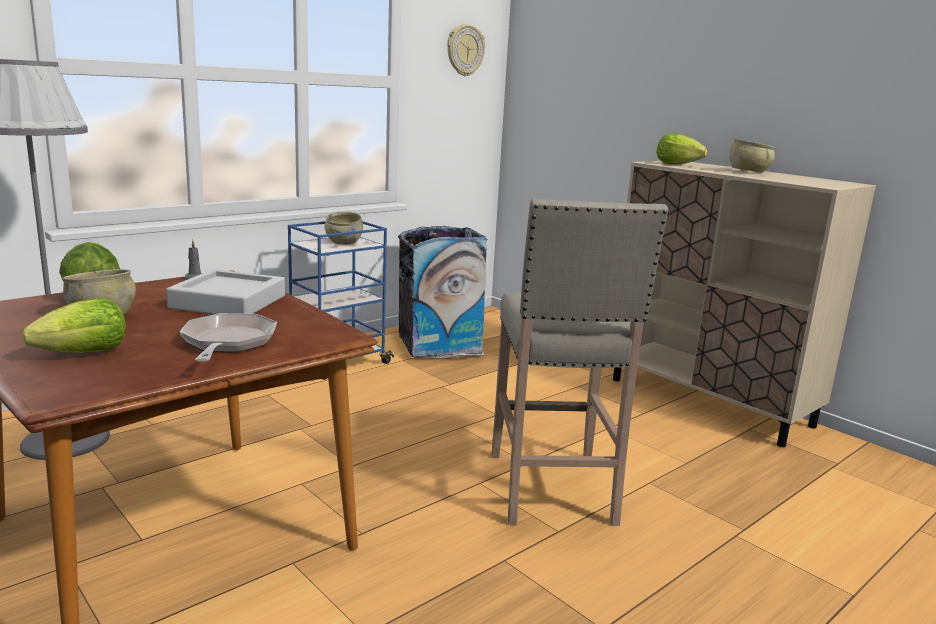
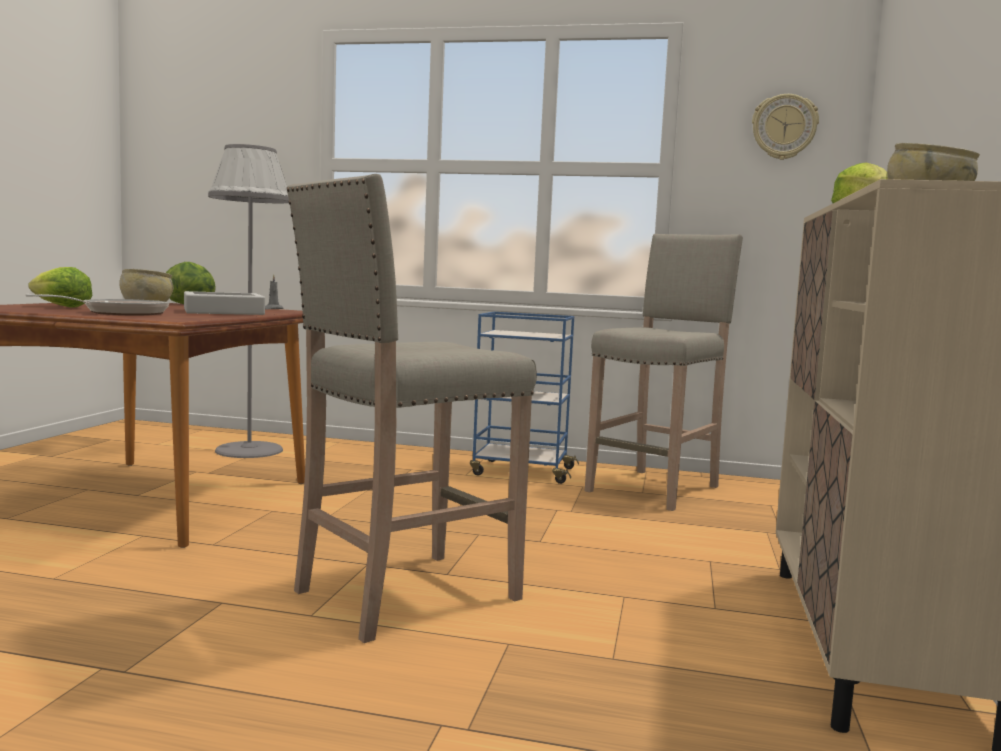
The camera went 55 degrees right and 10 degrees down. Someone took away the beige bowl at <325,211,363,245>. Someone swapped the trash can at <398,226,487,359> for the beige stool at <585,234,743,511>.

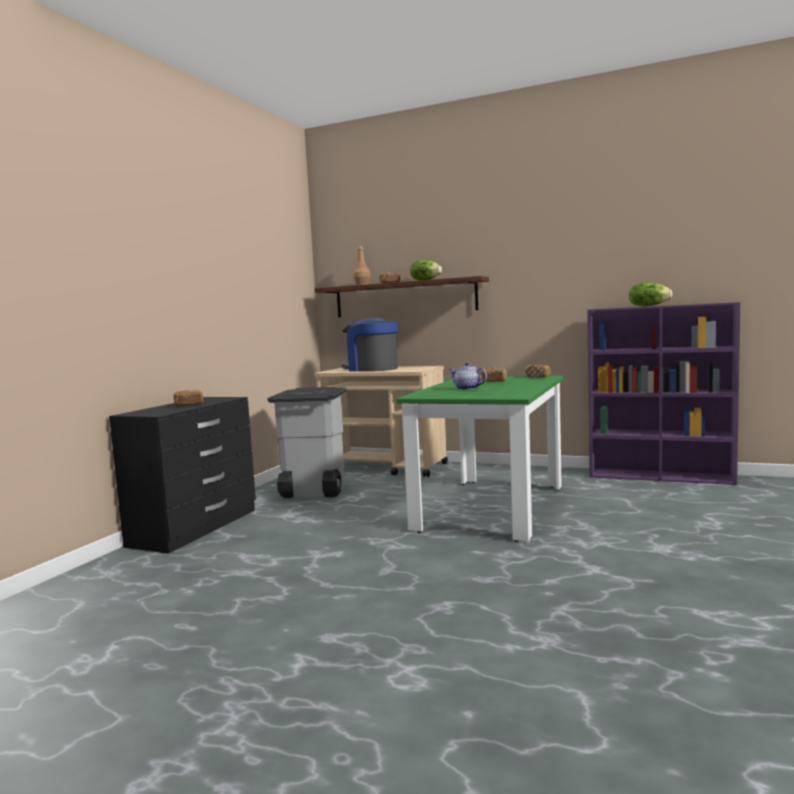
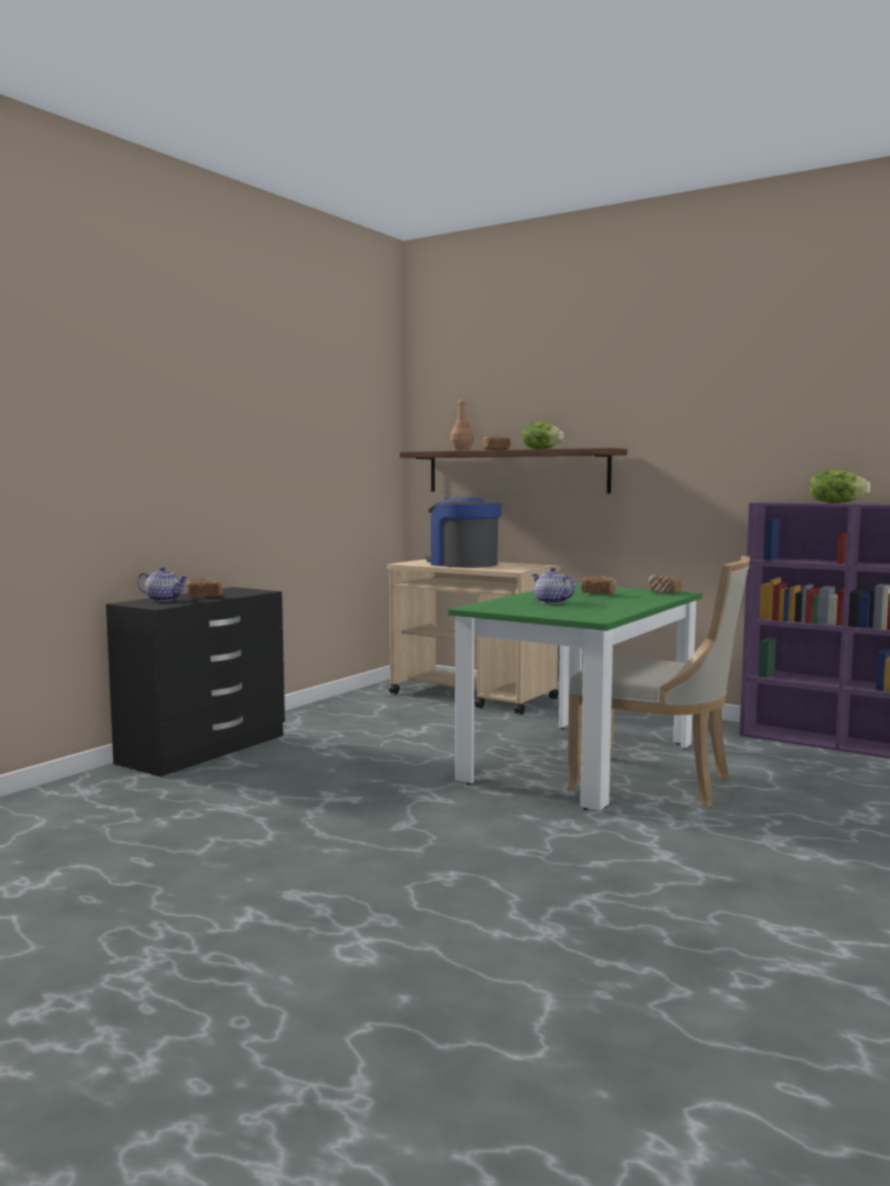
The camera went 10 degrees right and 0 degrees up. Someone took away the grey trash can at <268,387,346,498>. Someone put down the beige chair at <566,556,750,807>. Someone put down the teapot at <137,567,188,602>.

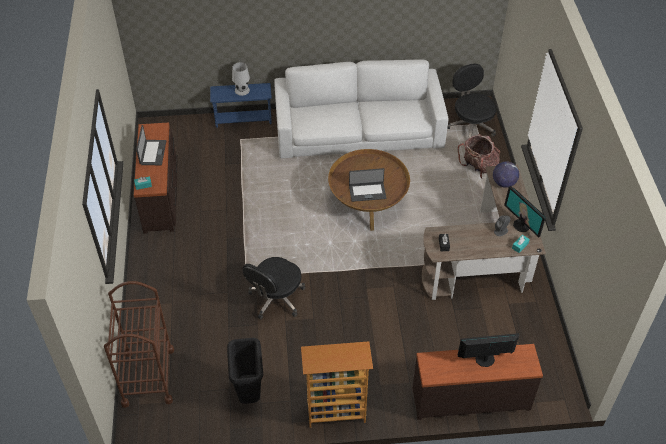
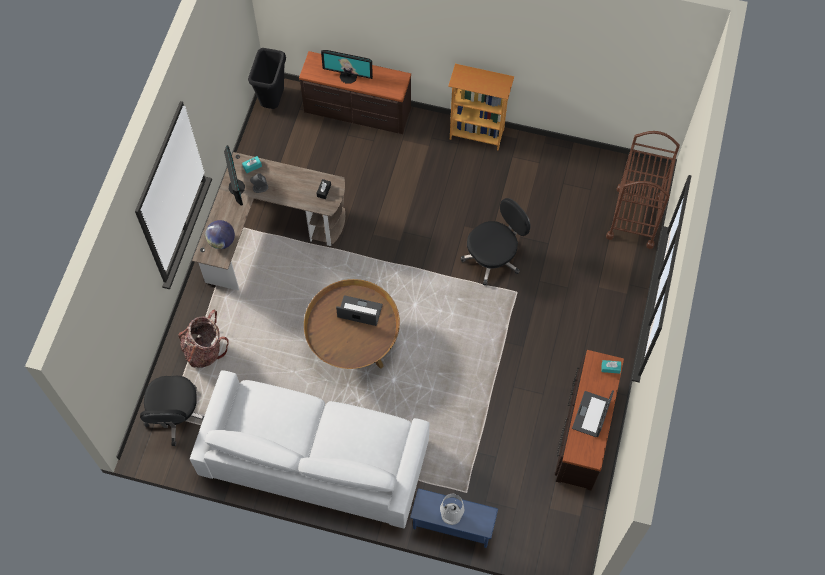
The camera went 160 degrees left and 15 degrees up. Someone carried the black trash can from <227,338,263,404> to <248,48,286,109>.

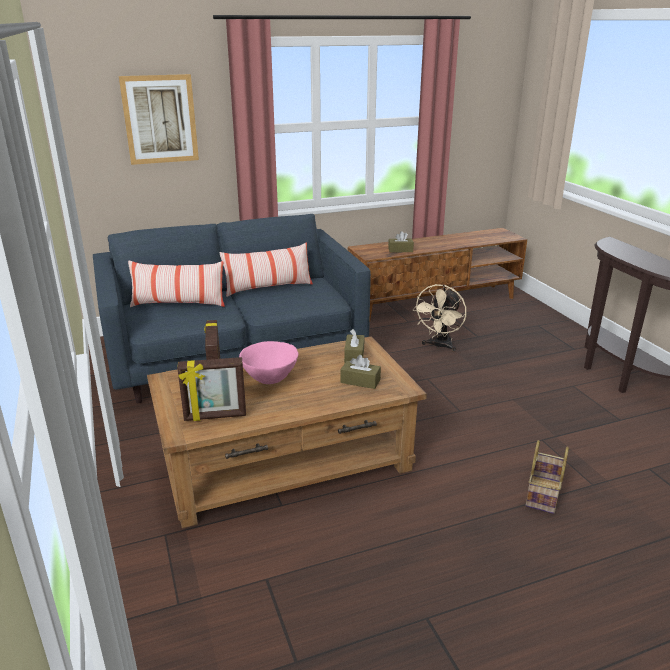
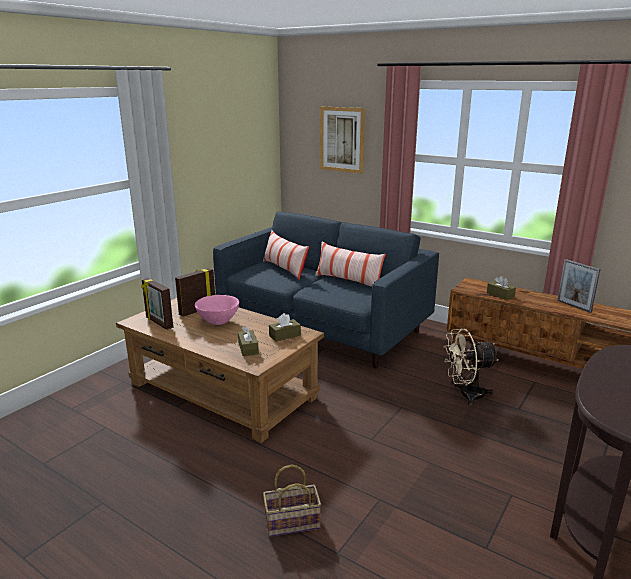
The camera went 55 degrees right and 5 degrees down. Someone put down the picture frame at <557,259,601,313>.

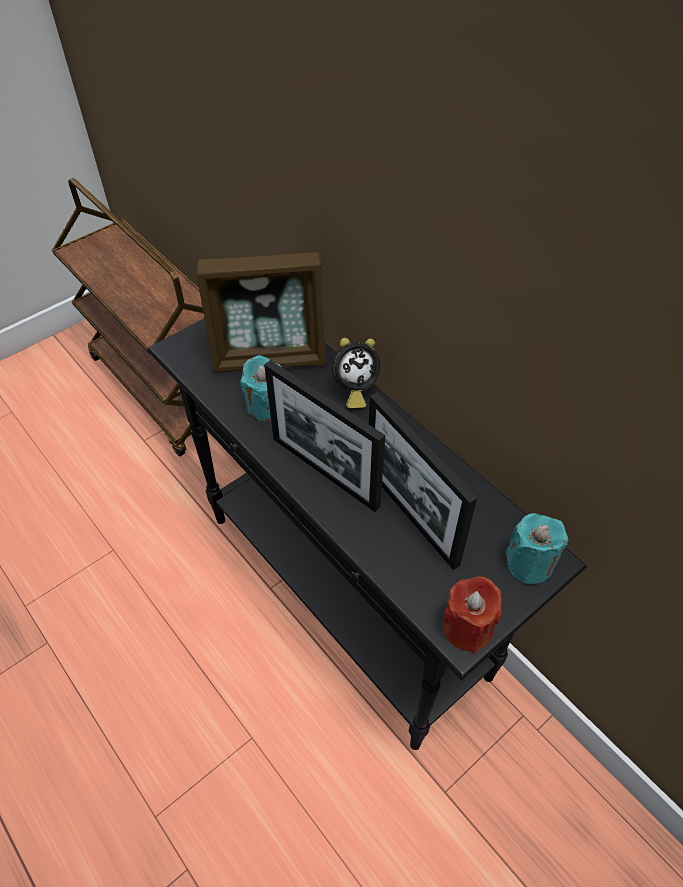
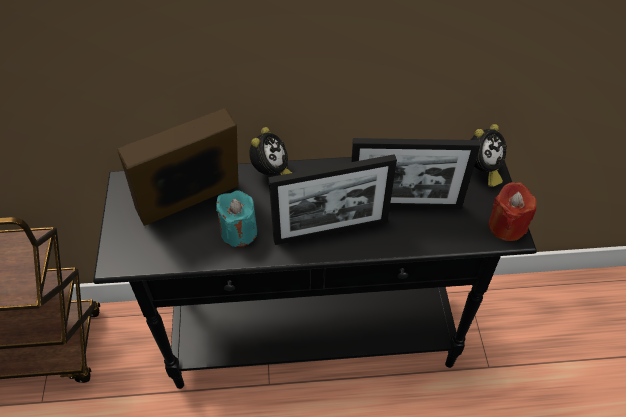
The camera went 55 degrees left and 0 degrees up. Someone rotated the picture frame at <196,252,326,373> by 150 degrees counterclockwise. Someone swapped the turquoise candle at <505,513,568,584> for the alarm clock at <471,124,507,187>.

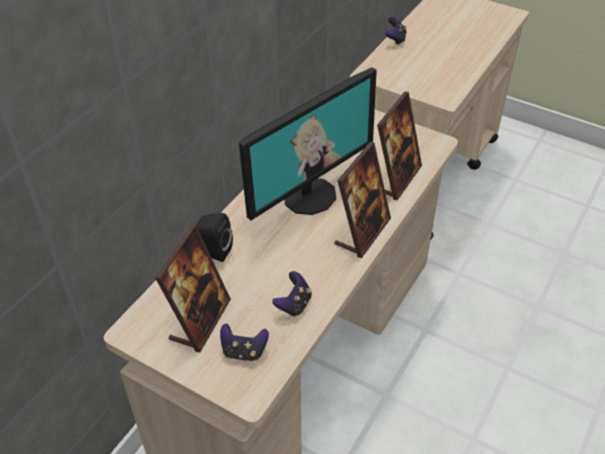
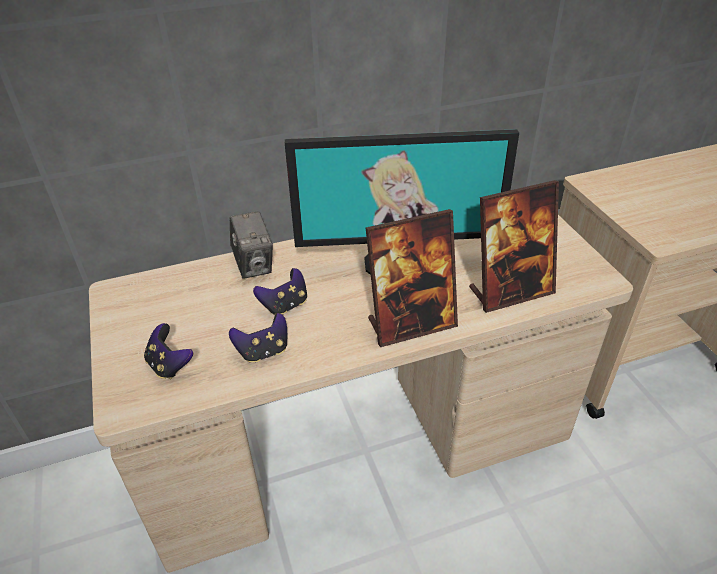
The camera went 40 degrees right and 5 degrees down. Someone carried the game controller from <385,17,407,45> to <253,268,307,316>. Someone swapped the black speaker at <196,213,233,262> for the photo camera at <230,211,273,279>. Someone took away the picture frame at <155,225,231,352>.

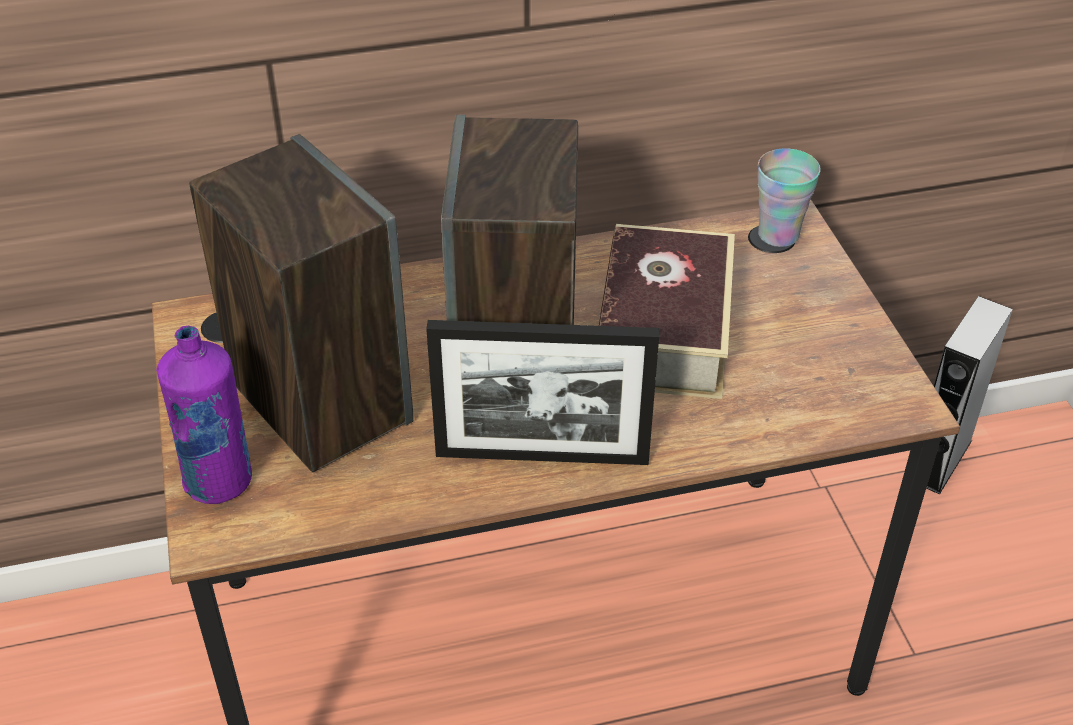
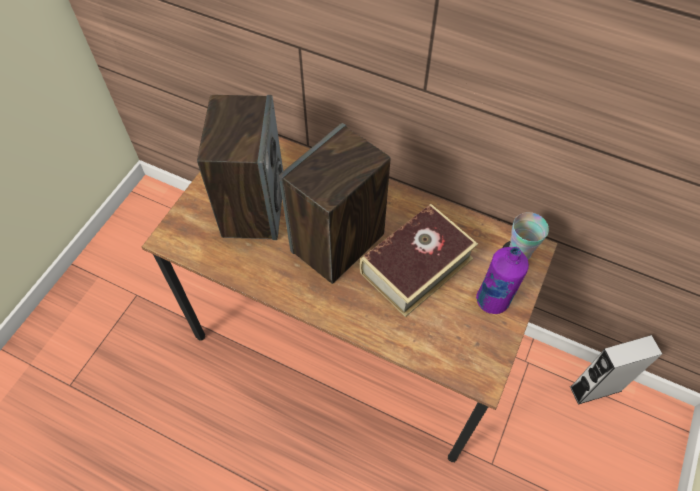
The camera went 40 degrees right and 15 degrees up. Someone took away the picture frame at <426,320,659,465>. Someone carried the purple bottle from <156,326,252,504> to <476,247,529,314>.

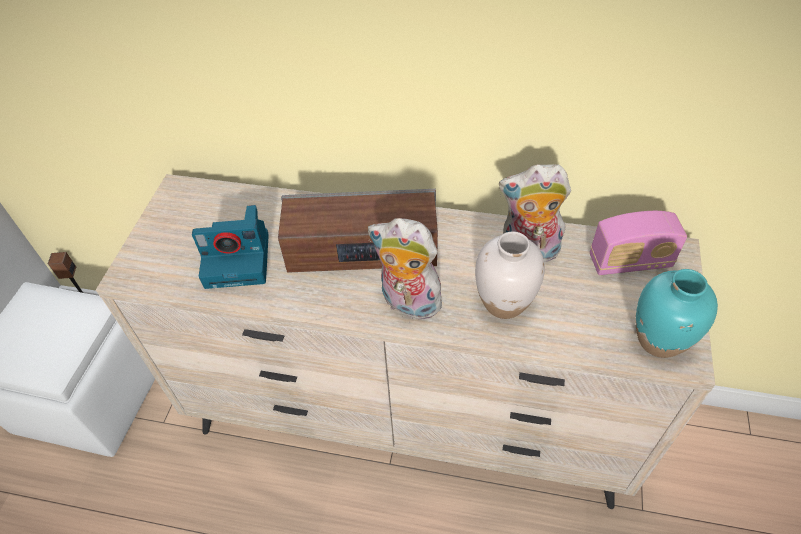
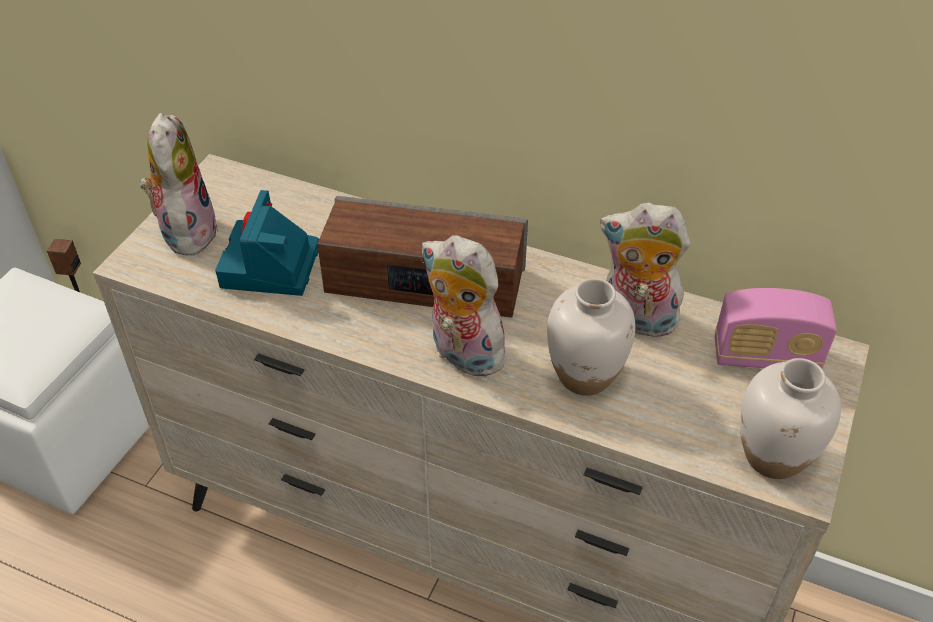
The camera went 10 degrees right and 5 degrees down. Someone rotated the photo camera at <192,205,269,289> by 90 degrees clockwise. Someone repainted the turquoise vase at <636,269,718,358>, which became the white vase at <740,358,841,479>. Someone put down the plush toy at <140,112,218,256>.

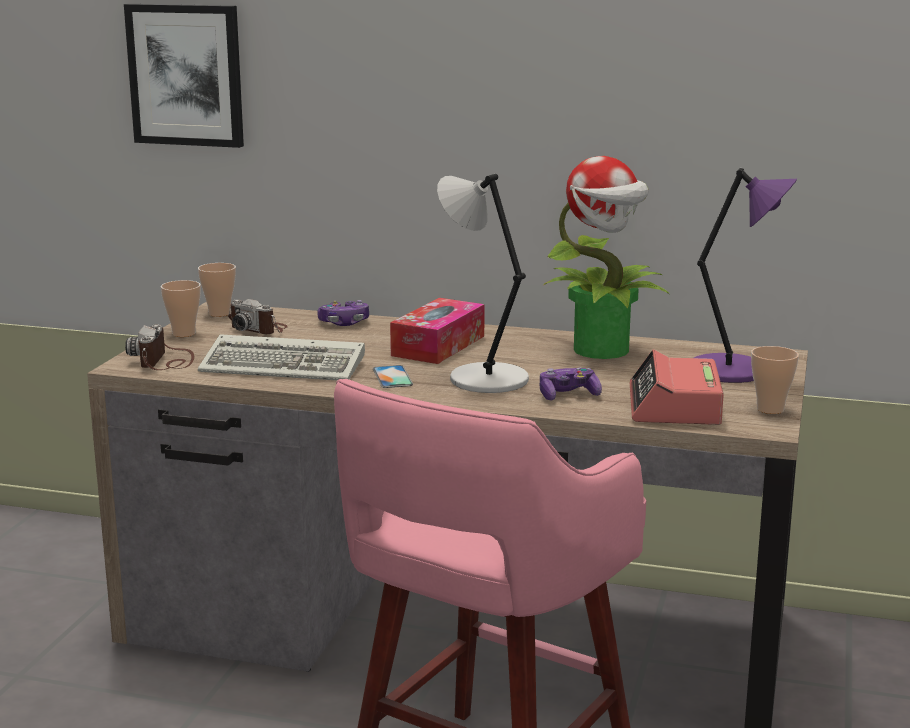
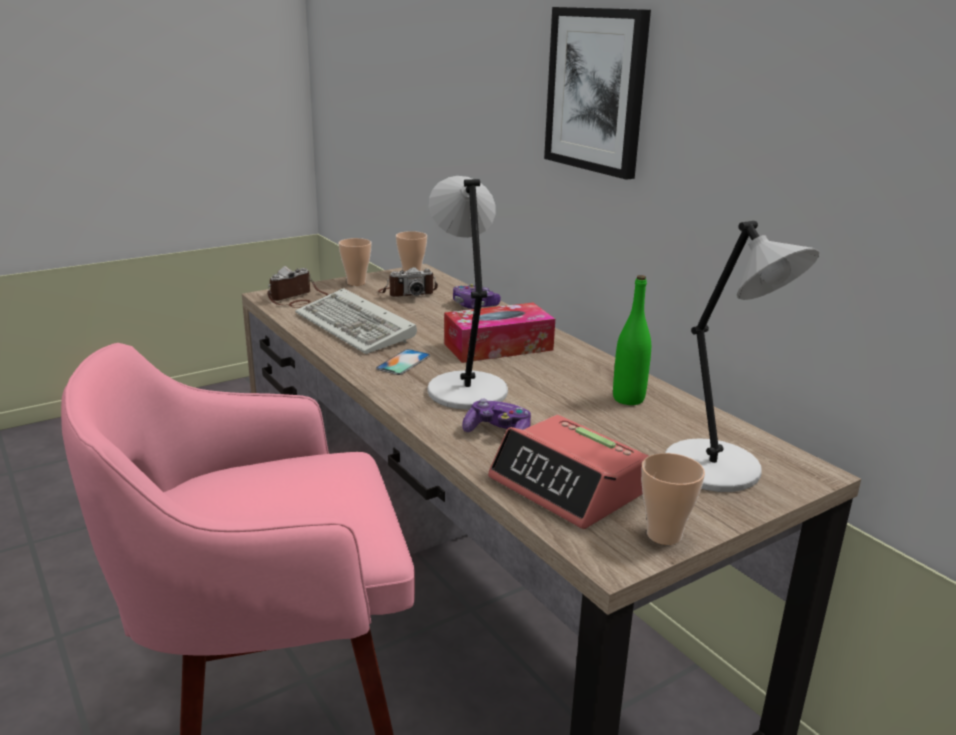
The camera went 40 degrees right and 5 degrees up. Someone carried the picture from <124,4,244,148> to <544,7,651,180>. Someone swapped the potted plant at <544,156,669,359> for the green bottle at <613,275,651,405>. Someone repainted the purple table lamp at <694,168,797,383>, which became the grey table lamp at <665,221,820,492>. Someone rotated the photo camera at <228,299,288,334> by 90 degrees counterclockwise. Someone rotated the alarm clock at <630,349,724,425> by 90 degrees counterclockwise.

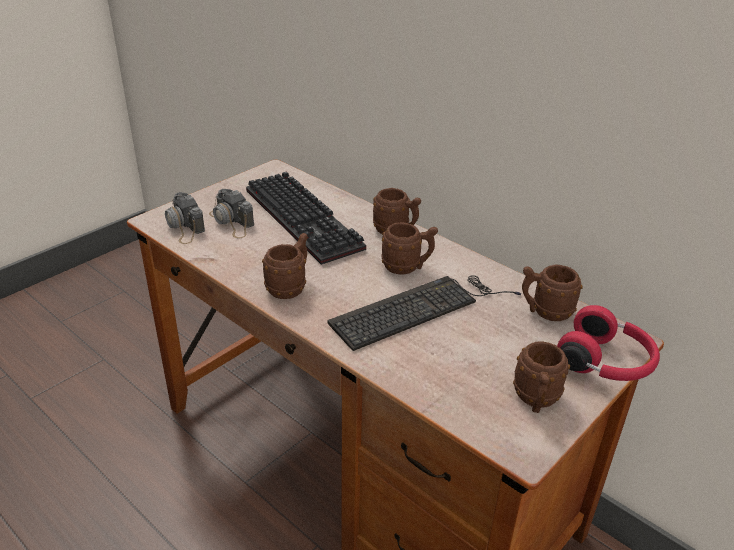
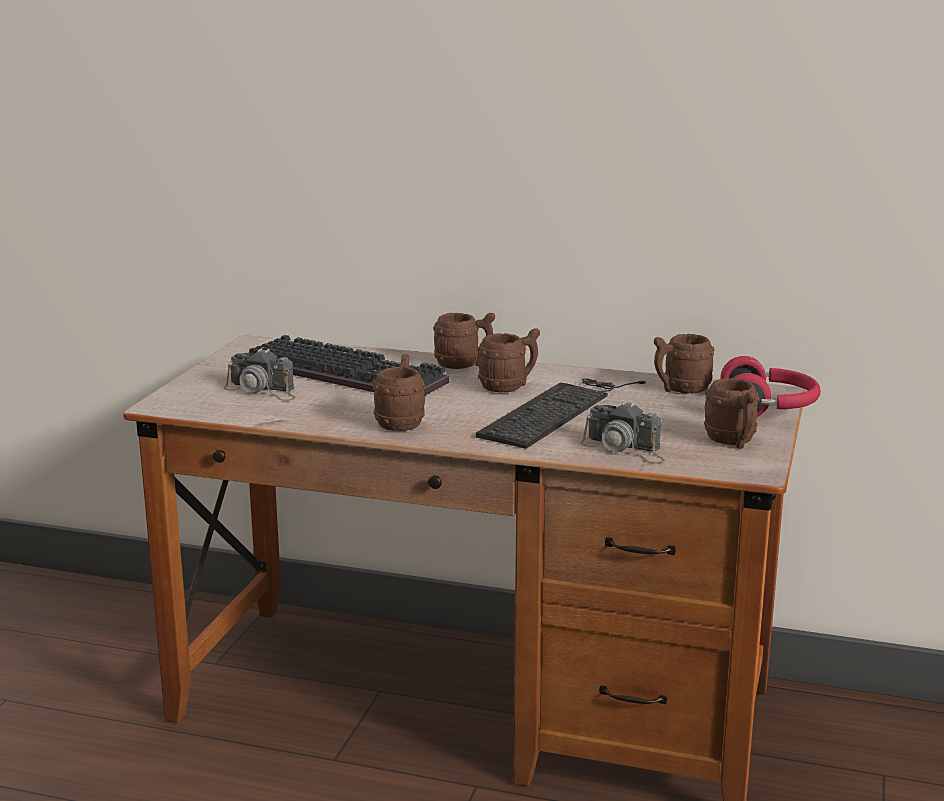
The camera went 25 degrees left and 15 degrees down. Someone carried the photo camera from <165,192,205,244> to <580,401,665,464>.

